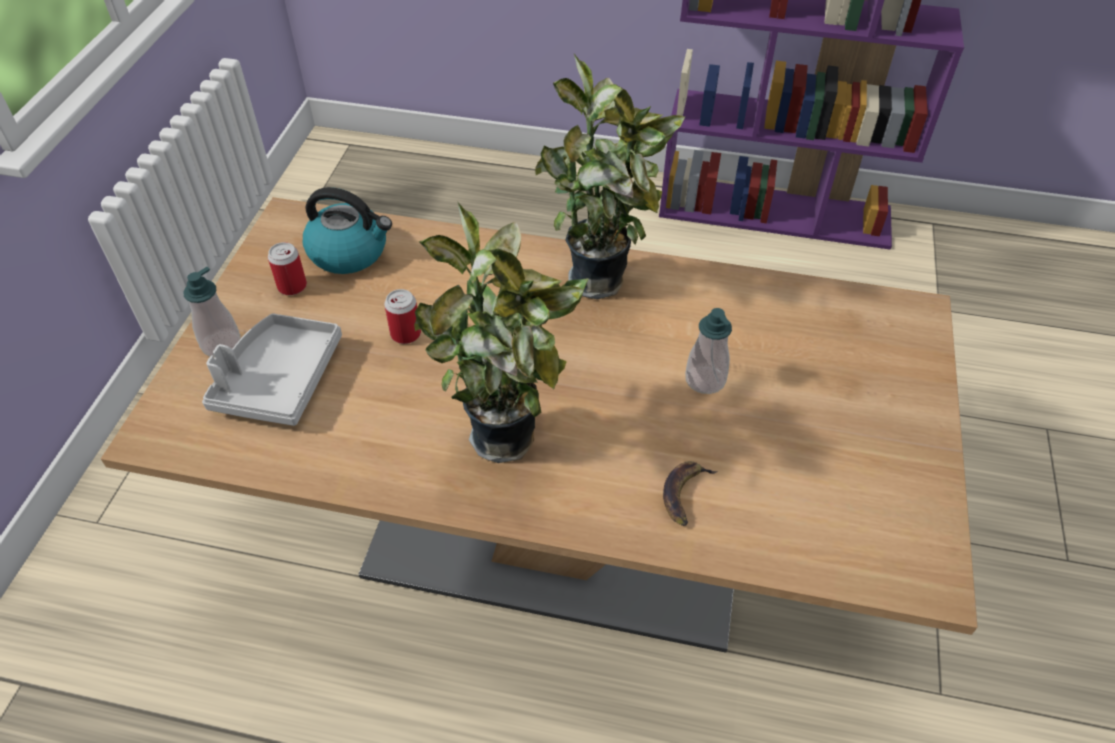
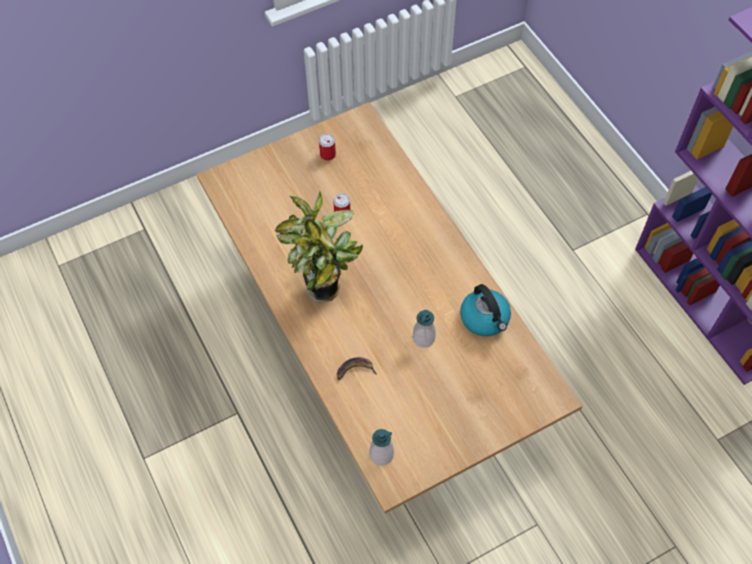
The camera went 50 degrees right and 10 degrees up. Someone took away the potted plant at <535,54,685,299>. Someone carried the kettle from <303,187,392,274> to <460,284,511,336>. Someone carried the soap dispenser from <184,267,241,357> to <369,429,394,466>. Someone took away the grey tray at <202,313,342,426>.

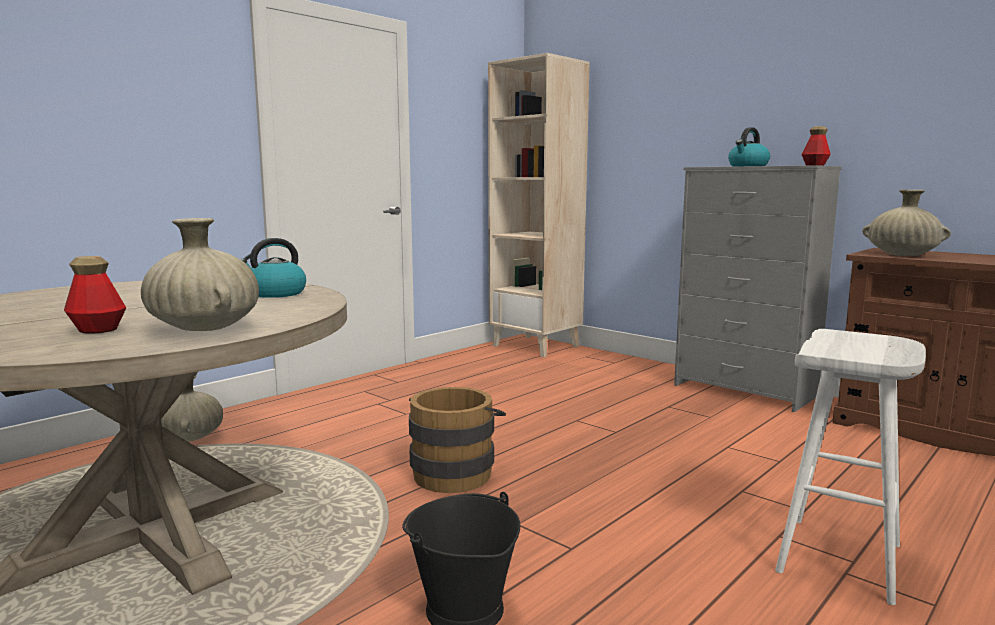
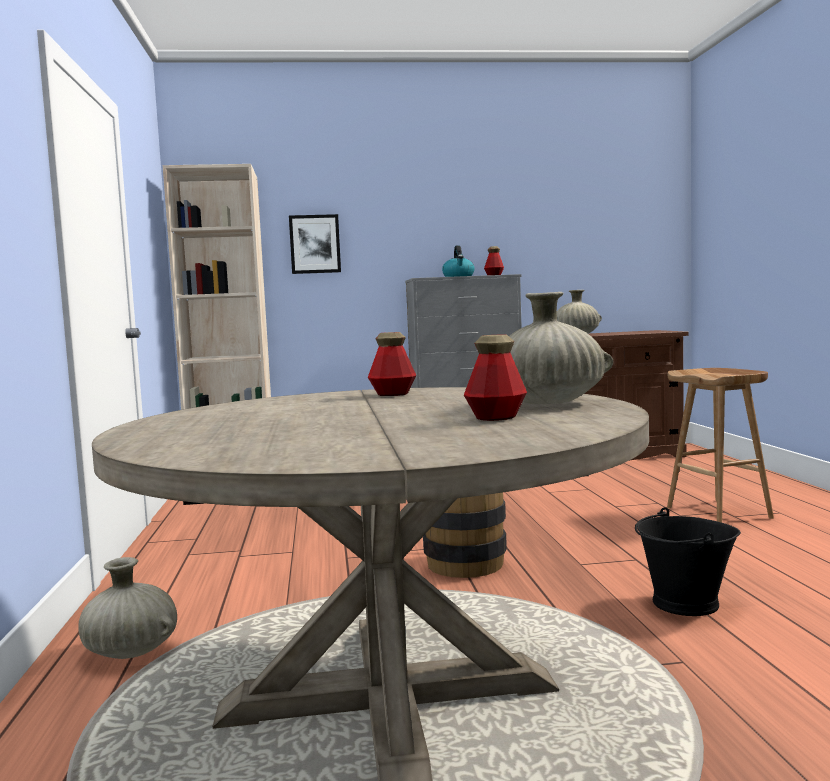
The camera went 50 degrees left and 5 degrees down. Someone swapped the kettle at <240,238,306,298> for the bottle at <368,332,416,396>. Someone repainted the white stool at <775,329,926,605>, which became the brown stool at <667,368,774,523>. Someone put up the picture at <289,214,341,274>.

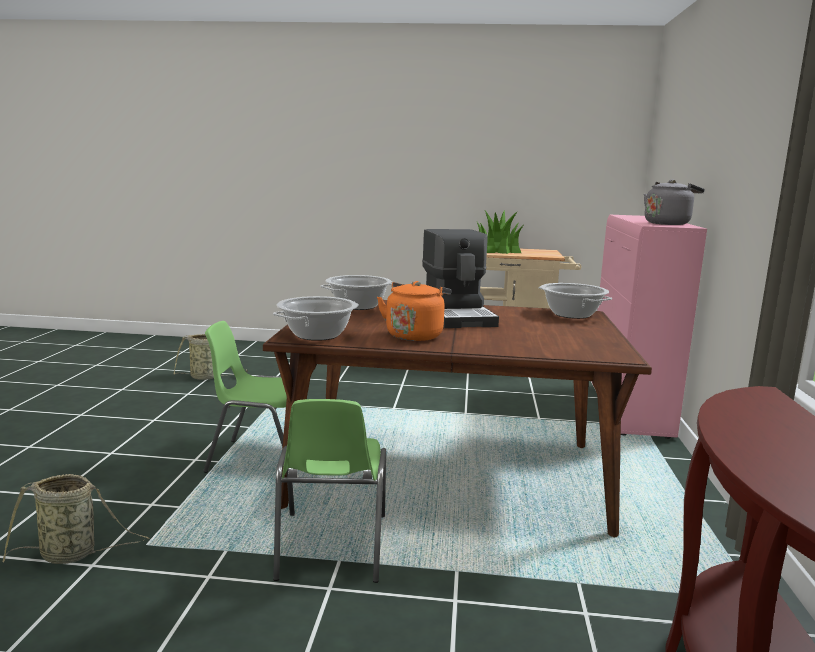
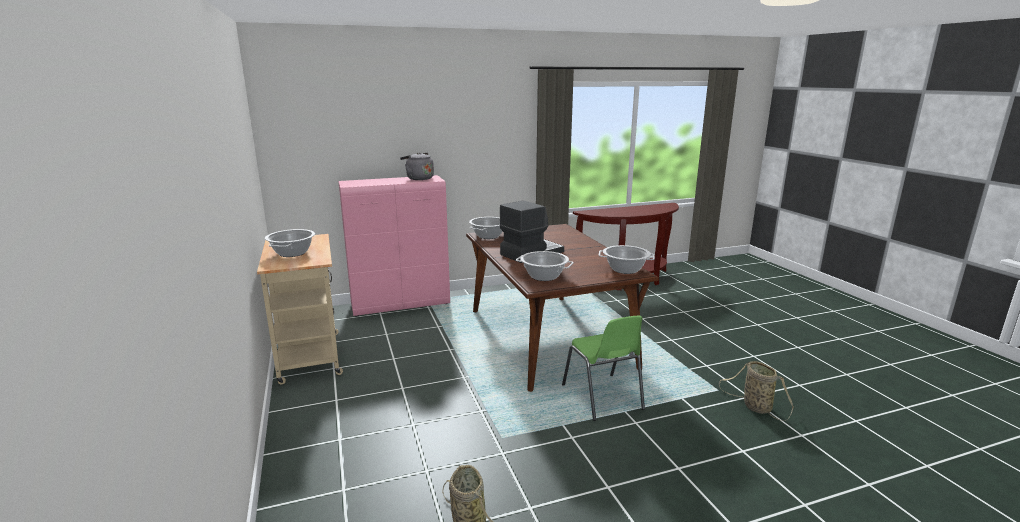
The camera went 115 degrees left and 5 degrees up. Someone swapped the potted plant at <477,209,523,254> for the cooking pot at <265,229,315,257>. Someone took away the orange kettle at <377,281,451,341>. Someone took away the green chair at <273,399,386,583>.

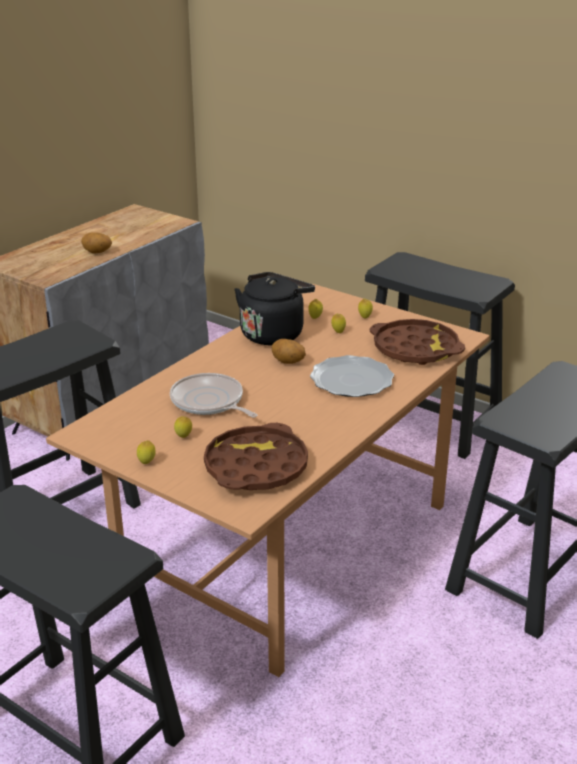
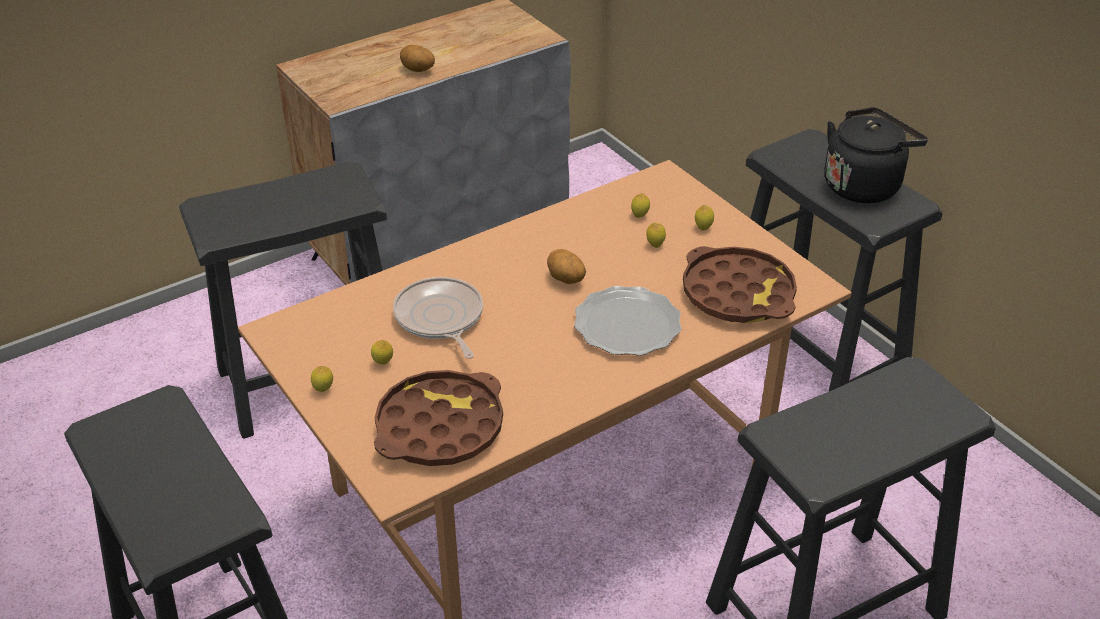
The camera went 20 degrees right and 10 degrees up. Someone carried the black kettle from <234,272,315,345> to <824,107,928,203>.

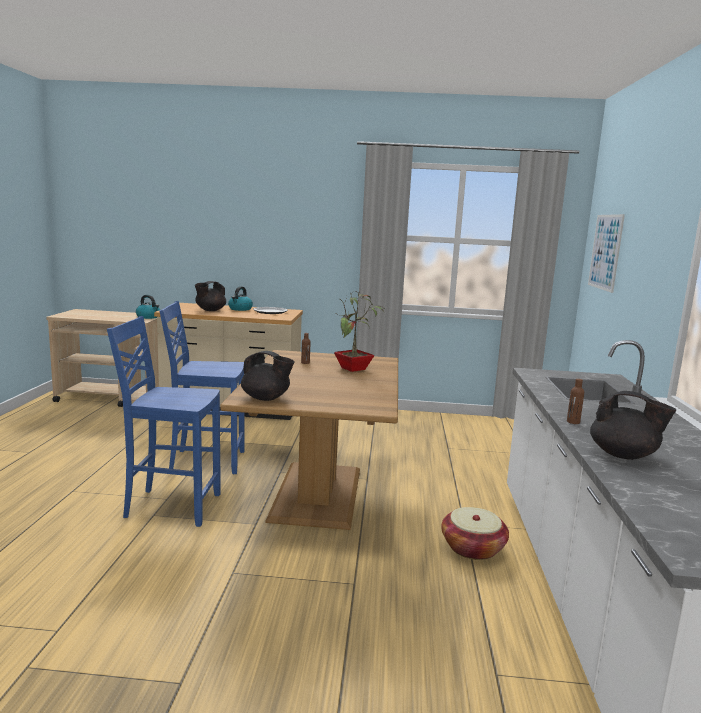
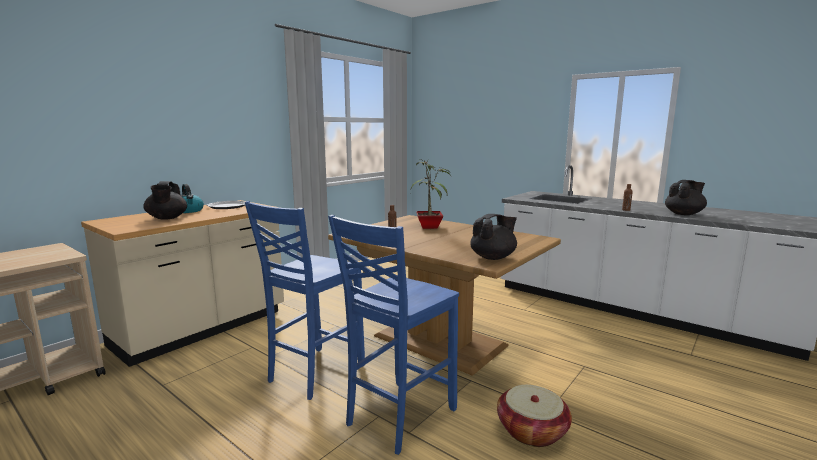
The camera went 55 degrees left and 0 degrees up. Someone took away the picture at <588,214,625,293>. Someone took away the kettle at <136,295,160,319>. Someone carried the basket from <441,507,509,560> to <497,385,572,447>.

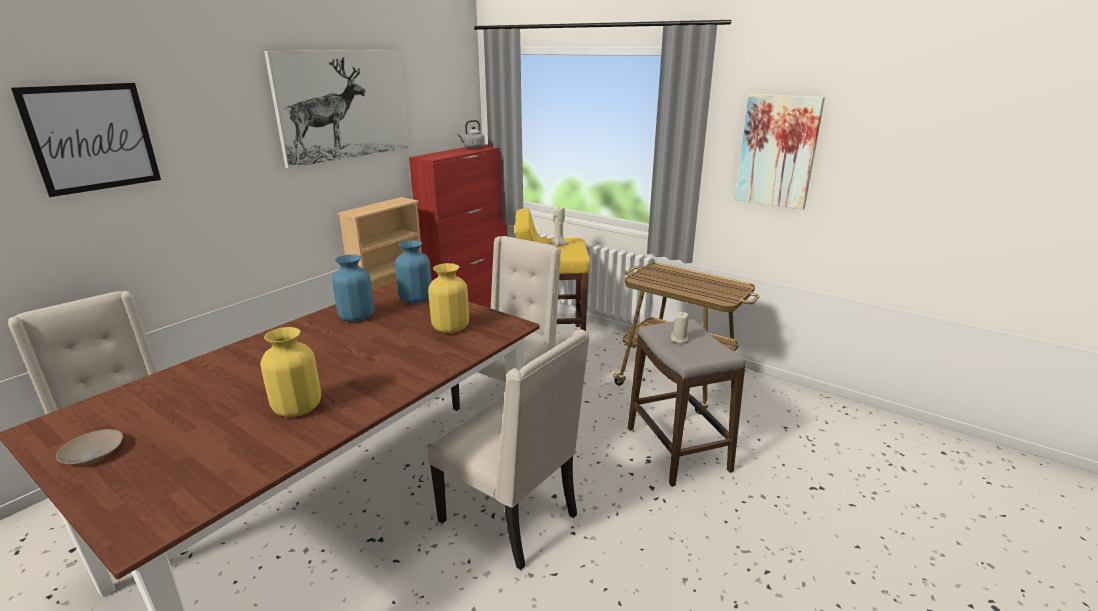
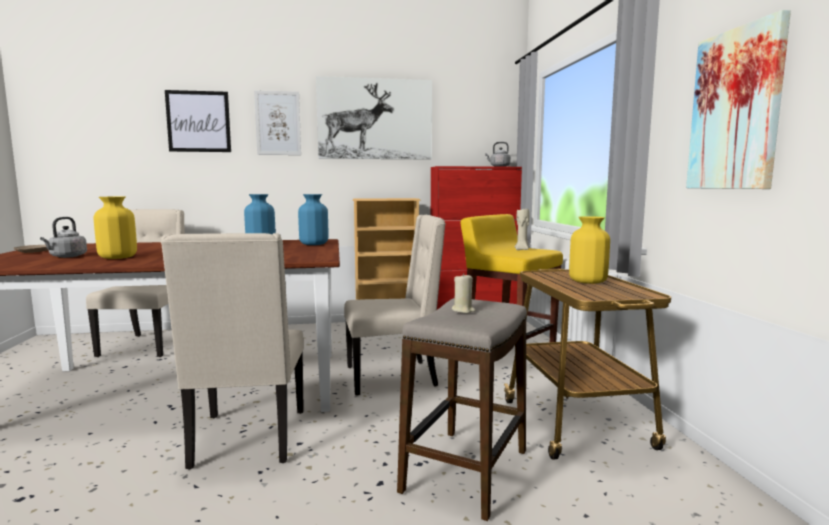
The camera went 45 degrees right and 15 degrees down. Someone carried the yellow vase from <428,263,469,333> to <569,216,610,284>. Someone put up the picture at <254,90,301,155>. Someone put down the grey kettle at <40,217,87,258>.

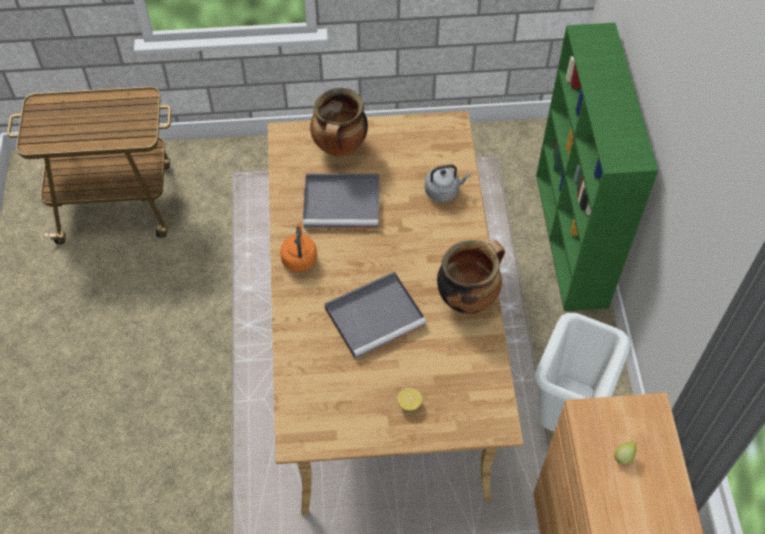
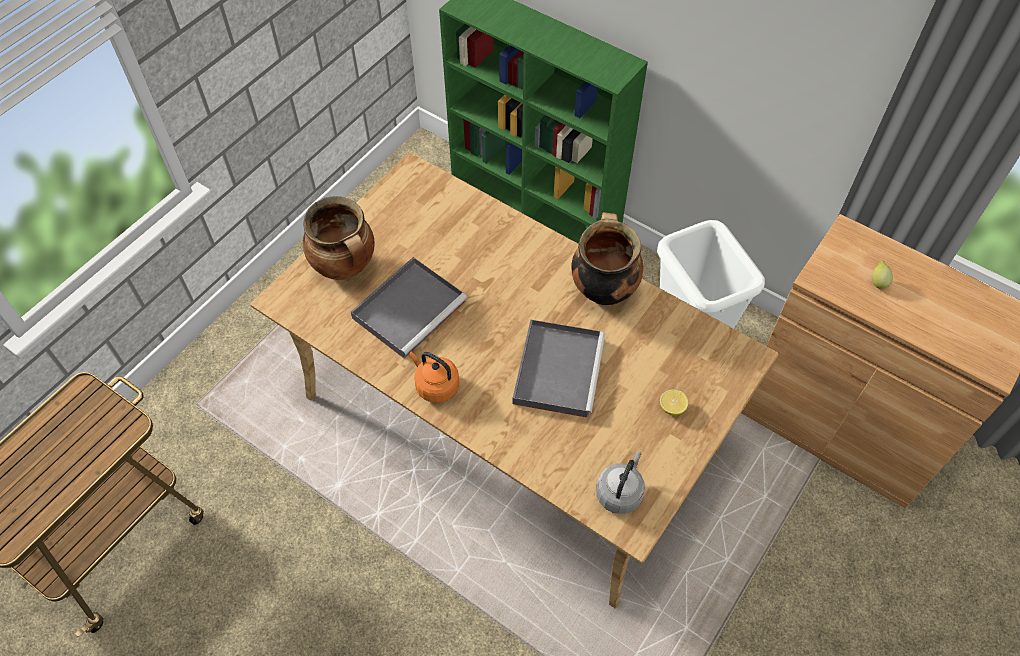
The camera went 50 degrees left and 0 degrees up. Someone carried the grey kettle from <425,164,470,202> to <596,452,645,514>.

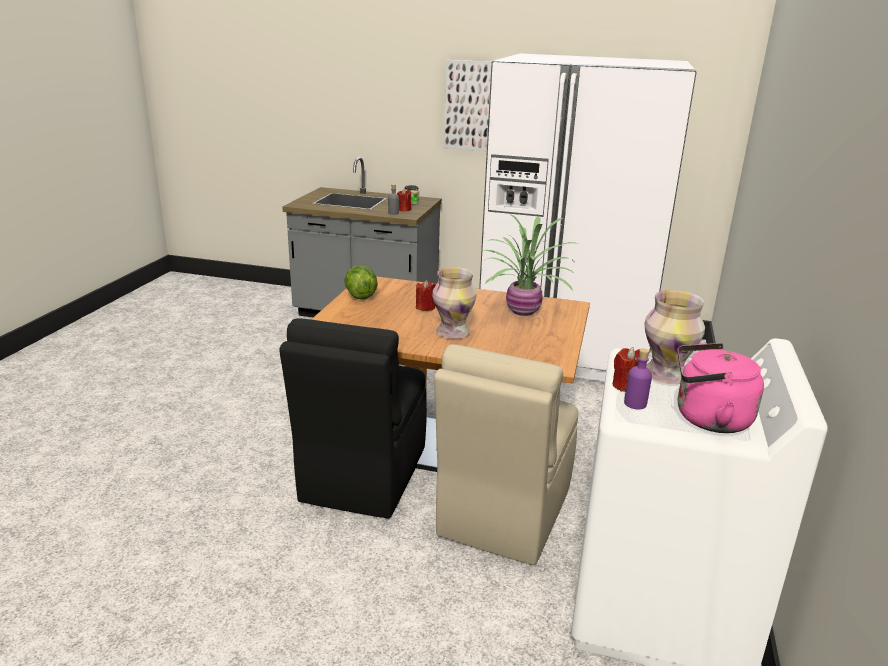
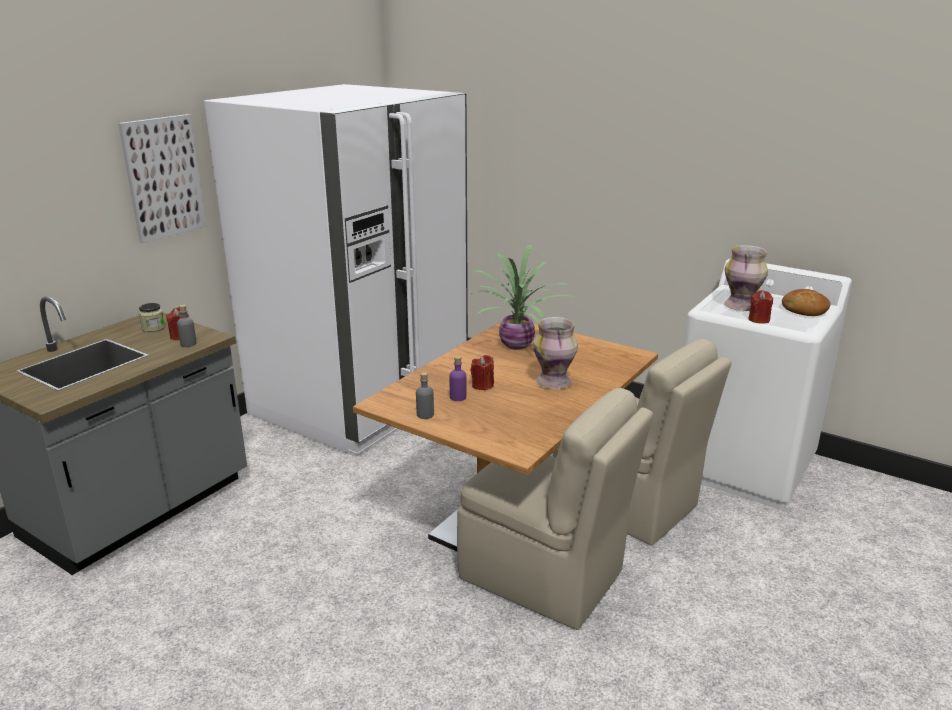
The camera went 70 degrees left and 0 degrees up. Someone swapped the lettuce at <344,266,378,300> for the grey bottle at <416,372,434,419>. Someone repainted the black chair at <279,318,427,519>, which became the beige chair at <457,388,653,630>. Someone swapped the pink kettle at <678,343,764,433> for the bread at <782,289,831,316>. Someone carried the purple bottle from <624,348,652,409> to <450,356,466,401>.

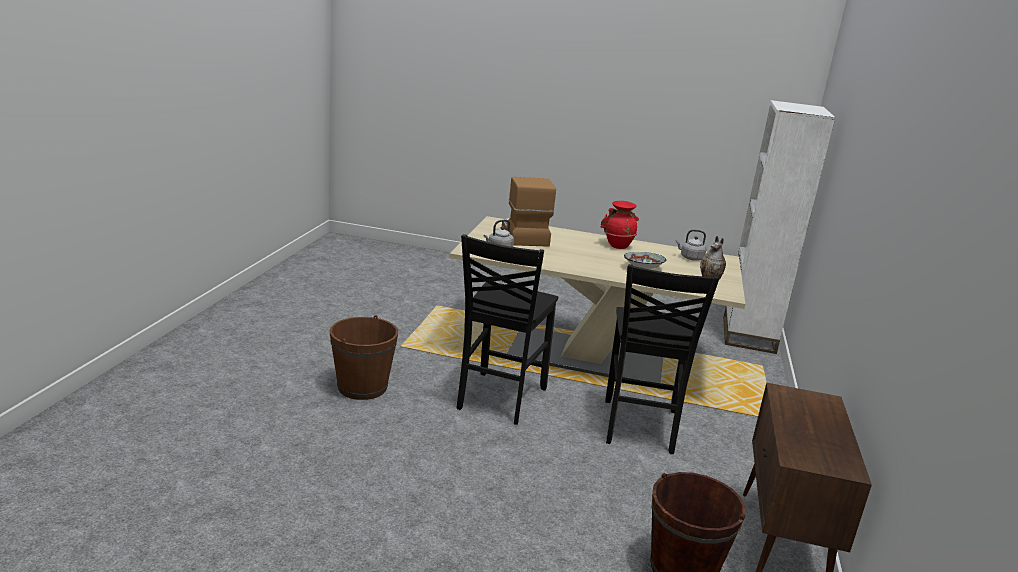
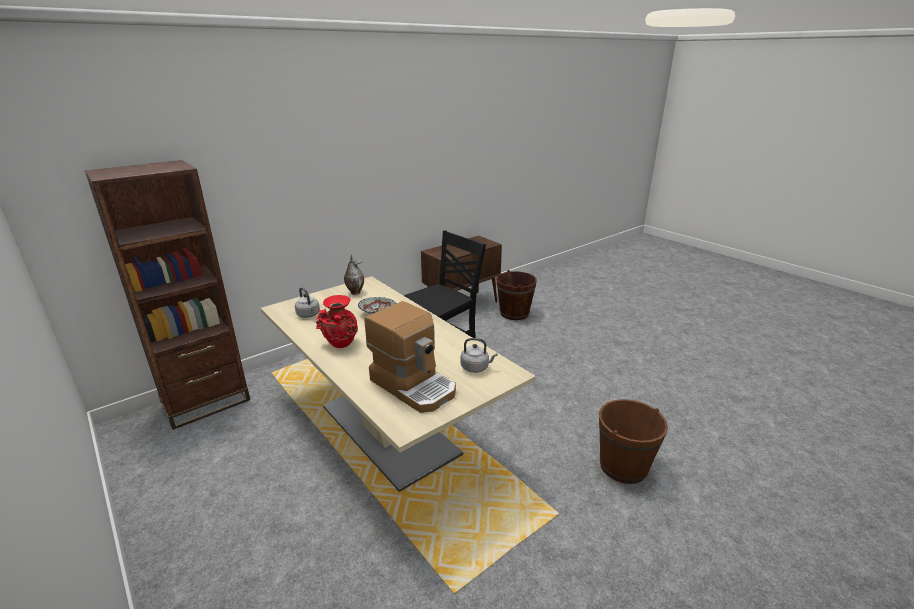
The camera went 140 degrees left and 5 degrees up. Someone repainted the white bookcase at <723,100,835,354>, which became the brown bookcase at <85,160,250,430>. Someone rotated the coffee machine at <502,177,556,247> by 75 degrees counterclockwise. Someone took away the black chair at <457,234,558,425>.

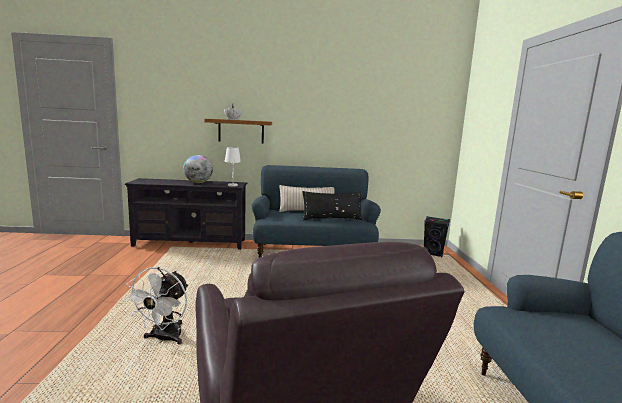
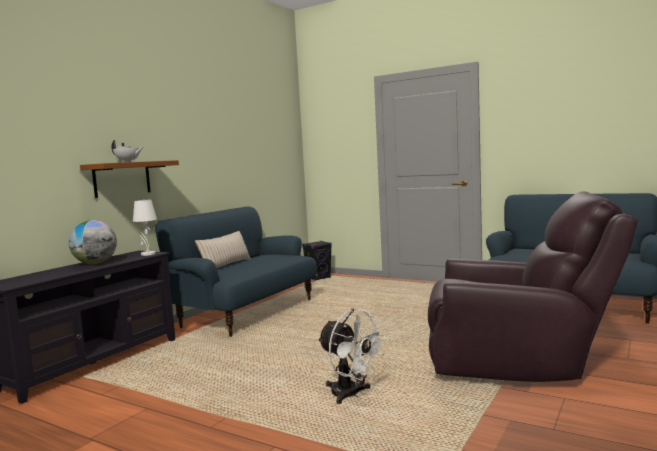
The camera went 55 degrees left and 5 degrees down. Someone took away the black pillow at <302,191,363,220>.

